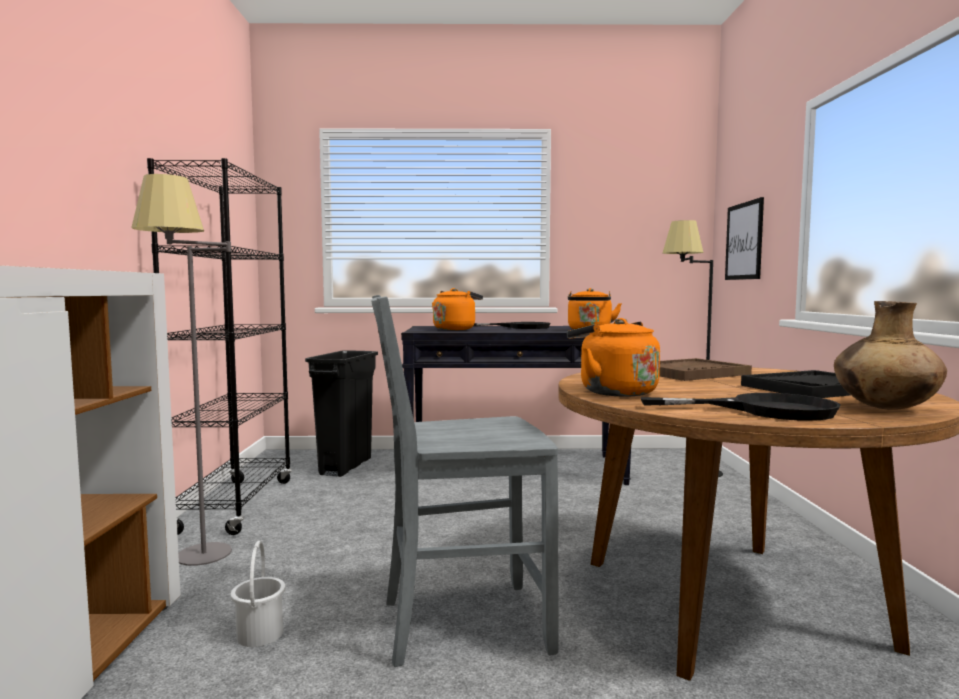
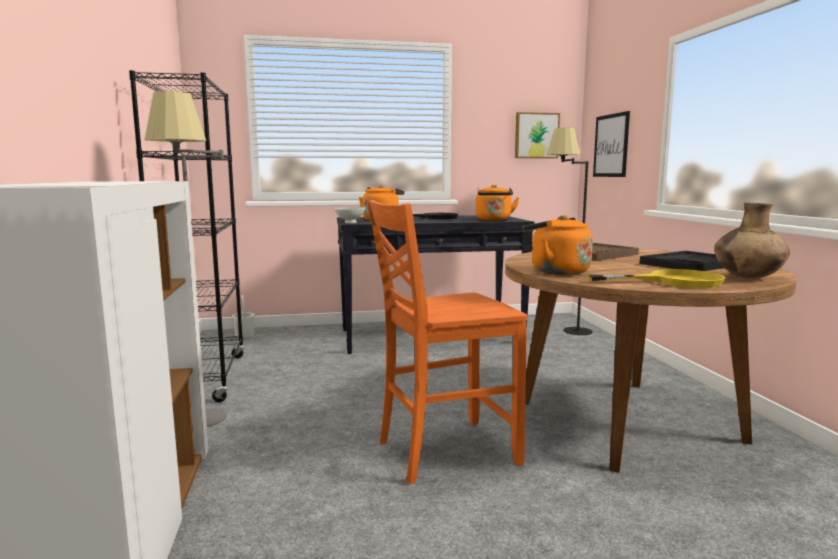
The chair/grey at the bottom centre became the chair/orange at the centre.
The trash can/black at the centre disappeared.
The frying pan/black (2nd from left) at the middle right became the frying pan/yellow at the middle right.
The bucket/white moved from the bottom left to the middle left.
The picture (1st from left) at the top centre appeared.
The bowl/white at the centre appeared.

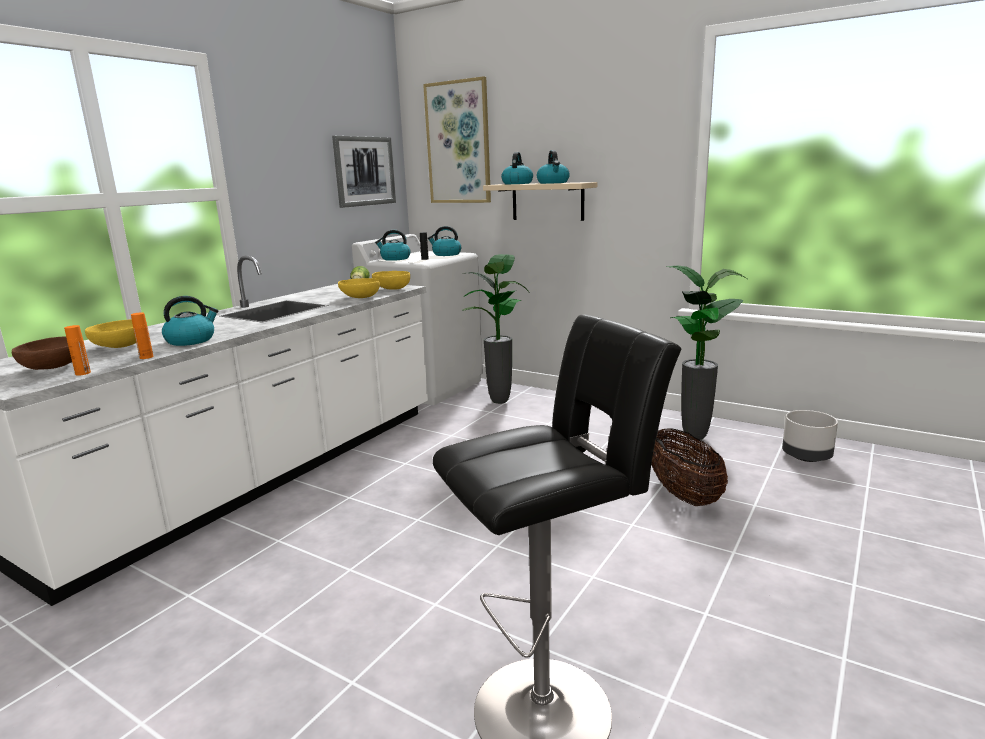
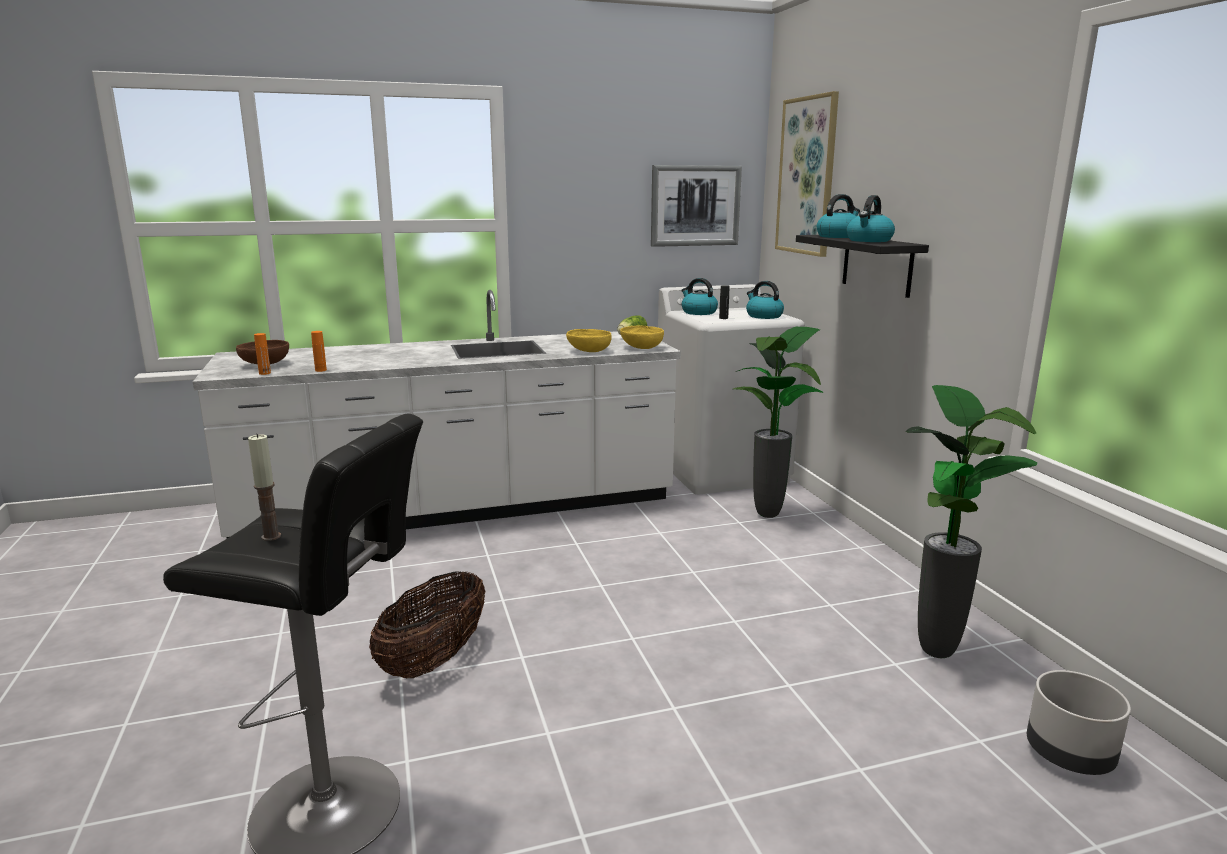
The shelf/beige at the top centre became the shelf/black at the top right.
The kettle (1st from left) at the middle left disappeared.
The bowl/yellow (1st from left) at the middle left disappeared.
The basket moved from the middle right to the bottom centre.
The candle at the middle left appeared.

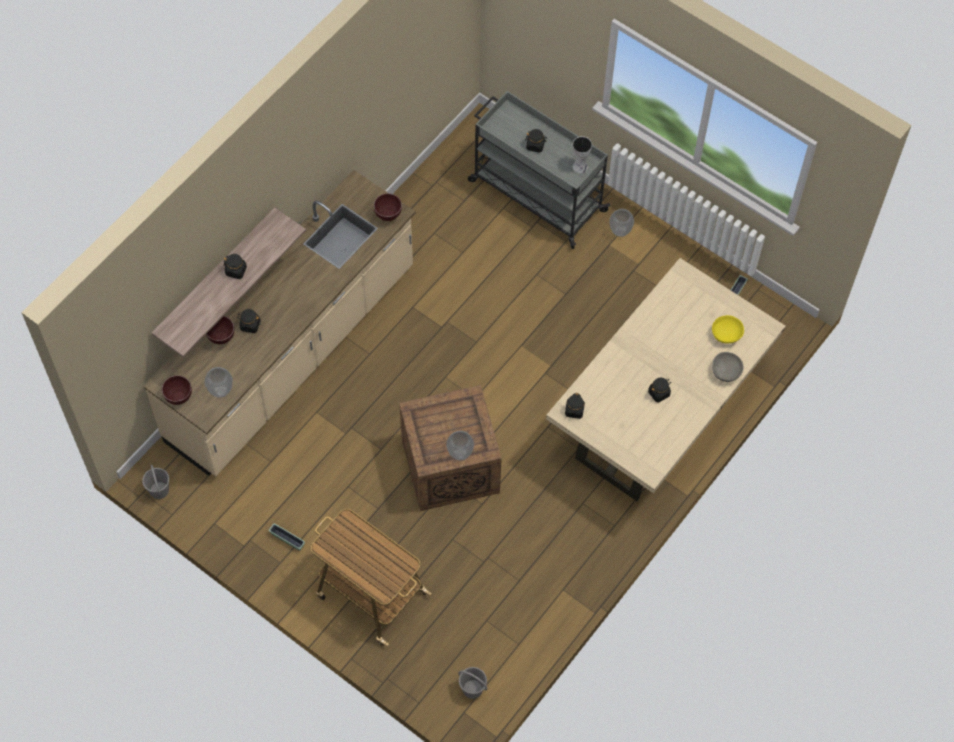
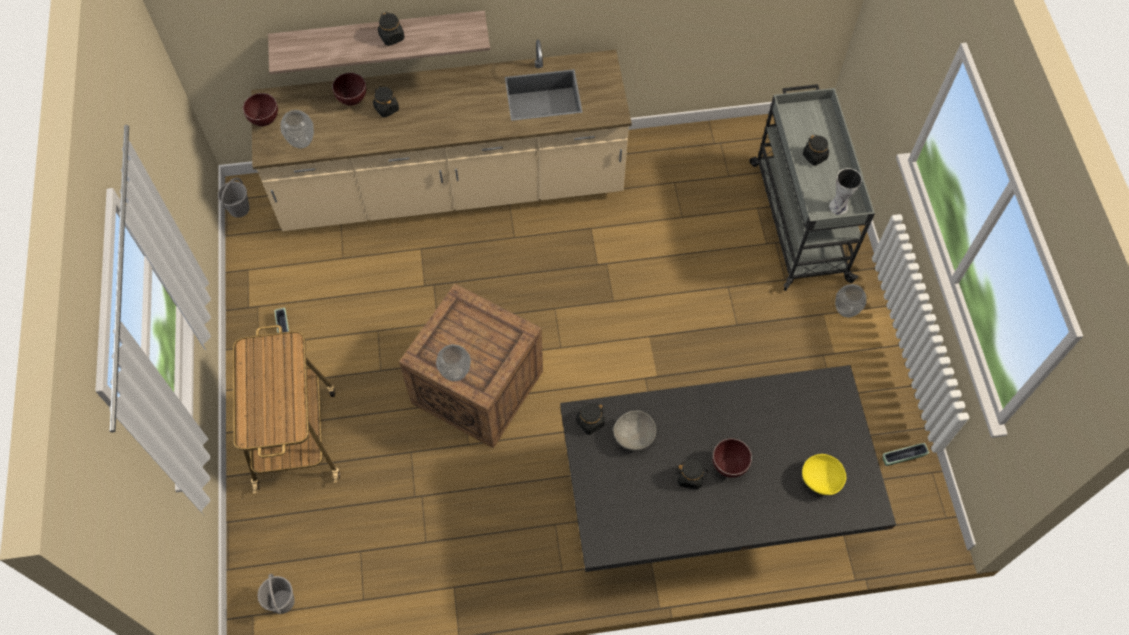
The bowl/brown (3rd from left) moved from the top centre to the bottom centre.
The dining table/beige at the middle right became the dining table/black at the bottom centre.
The bowl/grey moved from the middle right to the bottom centre.

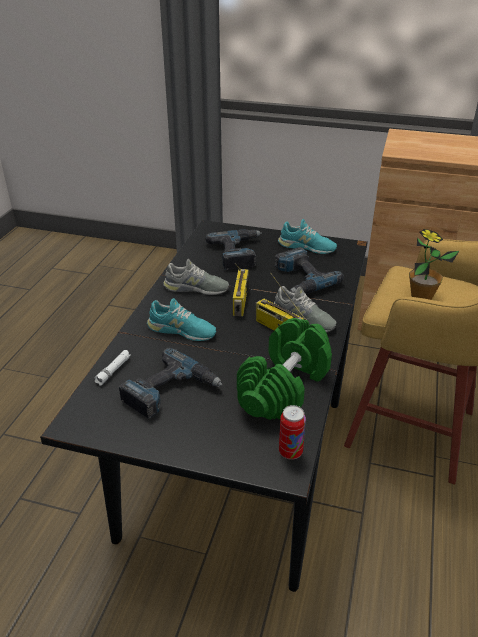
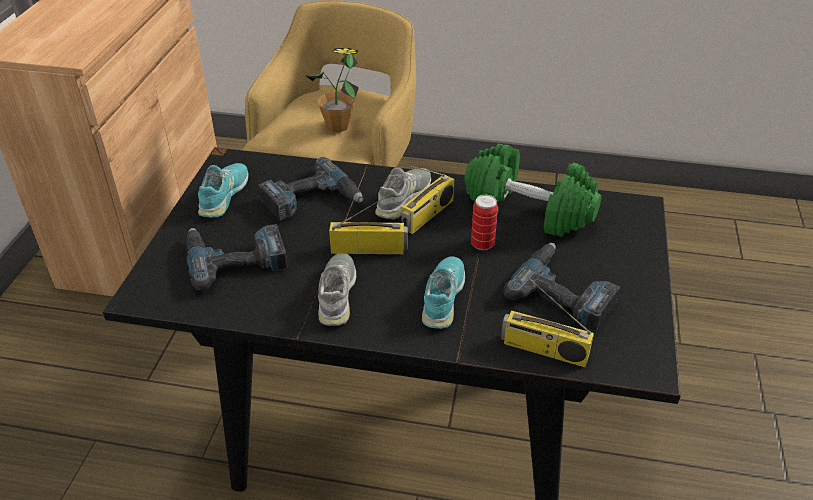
The flashlight/white at the middle left was replaced by the radio (3rd from left) at the middle right.
The can moved from the bottom centre to the centre.

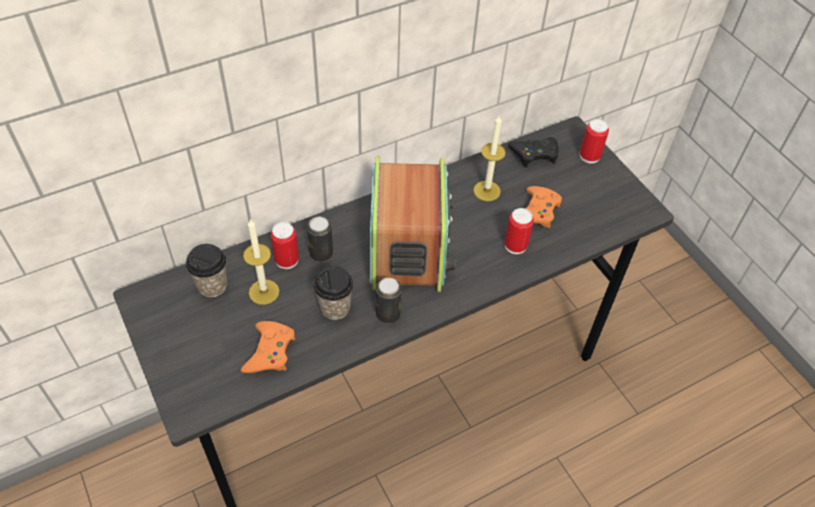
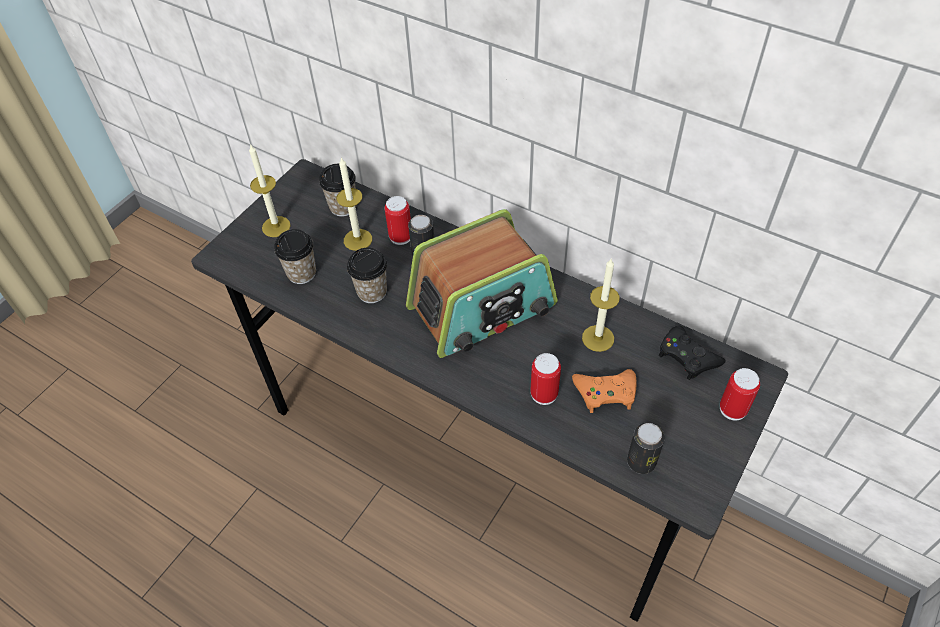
The can (3rd from left in the first image) moved from the centre to the bottom right.
The game controller/orange (1st from left) at the bottom left was replaced by the cup (1st from left) at the middle left.
The candle (1st from left) at the top left appeared.

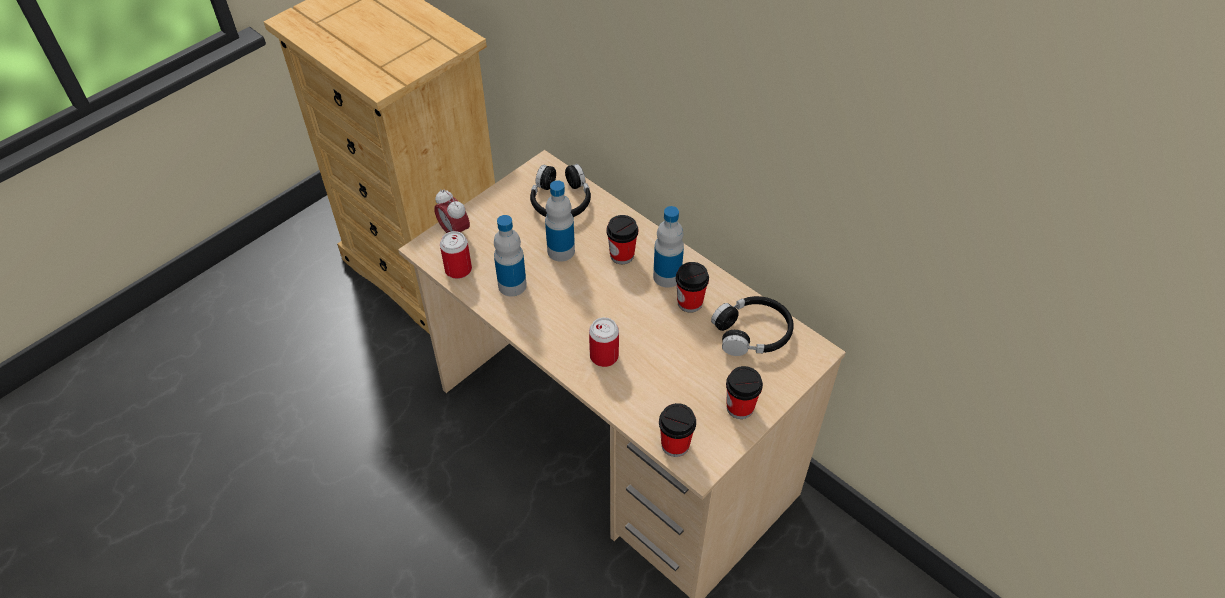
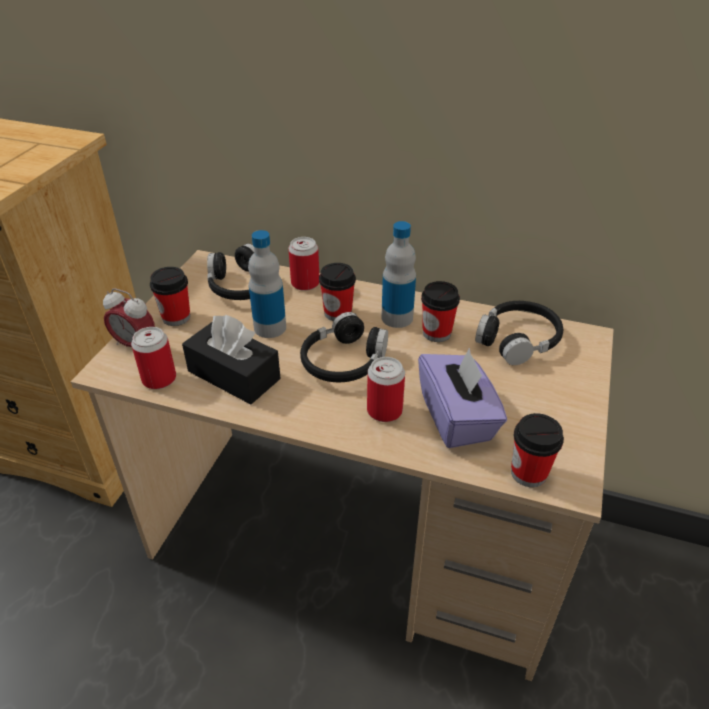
The bottle (1st from left) at the centre was replaced by the tissue box/black at the middle left.
The cup (4th from left in the first image) moved from the centre to the middle left.
The can (2nd from left) at the centre appeared.
The headphones/black (2nd from left) at the centre appeared.
The tissue box/purple at the centre appeared.

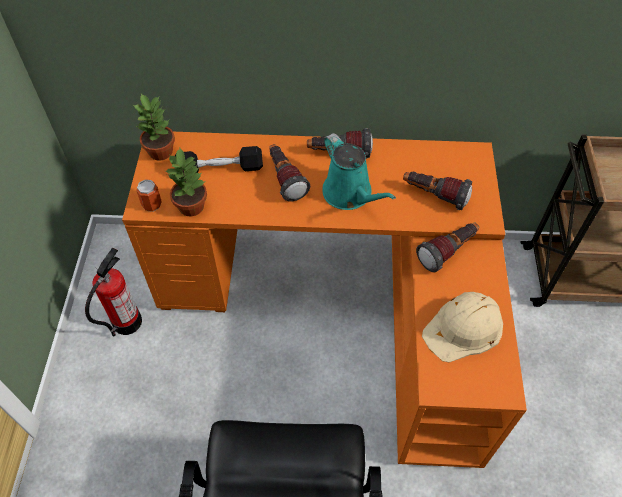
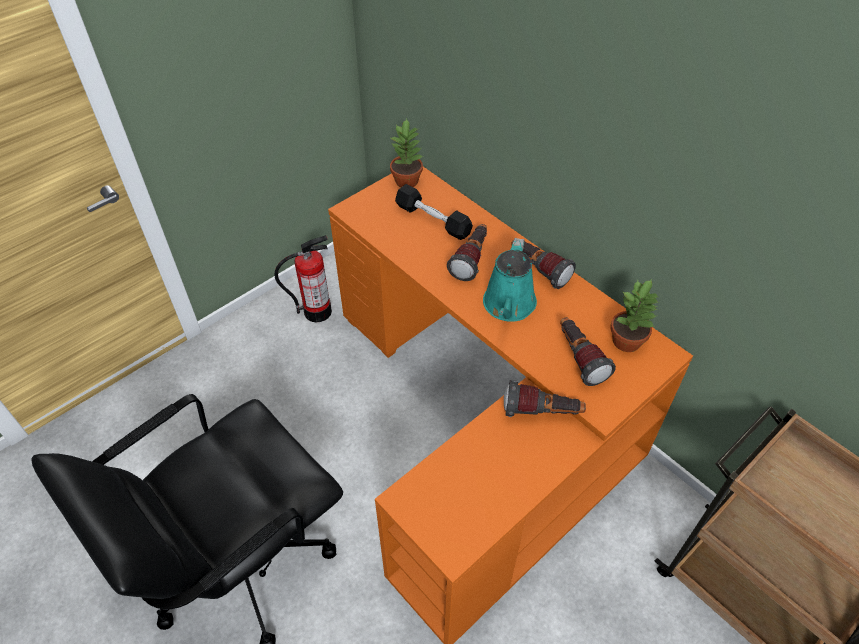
The potted plant (2nd from left) moved from the middle left to the middle right.
The can at the middle left disappeared.
The hard hat/beige at the middle right disappeared.

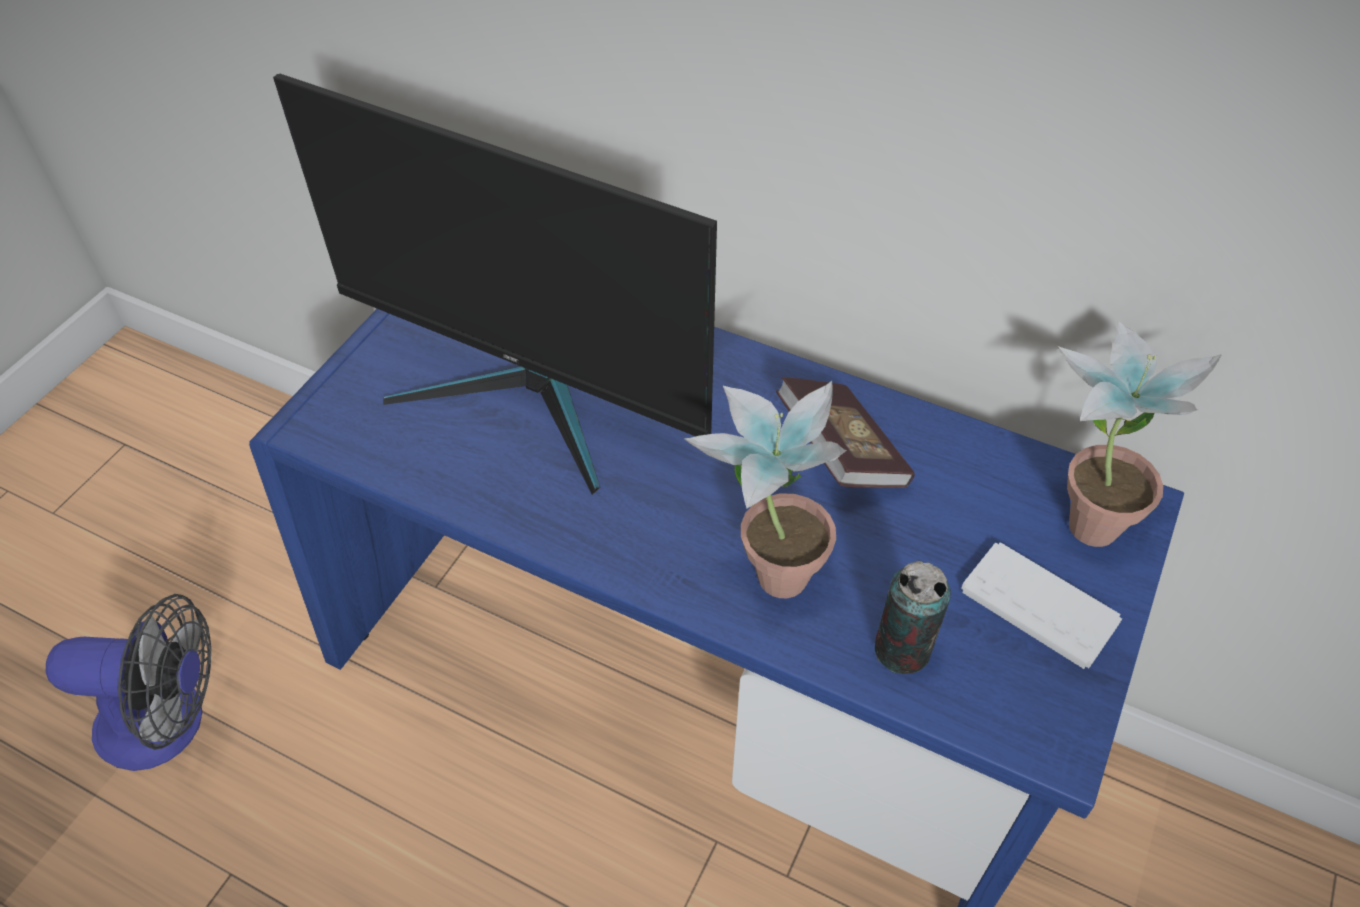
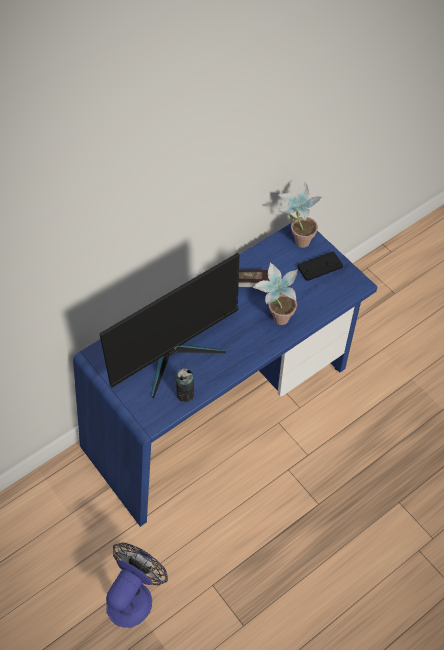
The game controller/white at the bottom right became the game controller/black at the middle right.
The can moved from the bottom right to the centre.

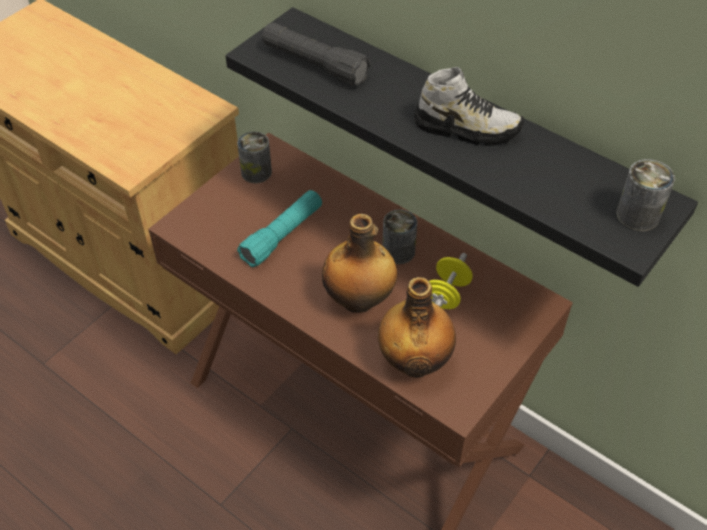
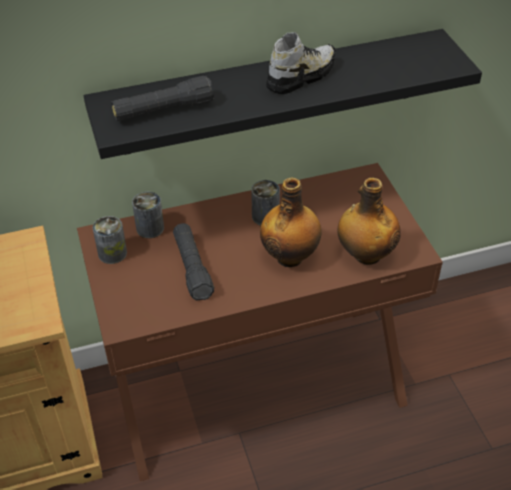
The can (3rd from left in the first image) moved from the middle right to the middle left.
The flashlight/turquoise at the centre became the flashlight/black (2nd from left) at the centre.
The dumbbell/yellow at the centre disappeared.

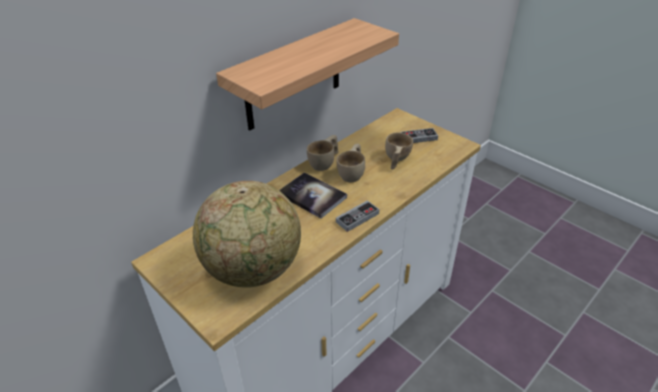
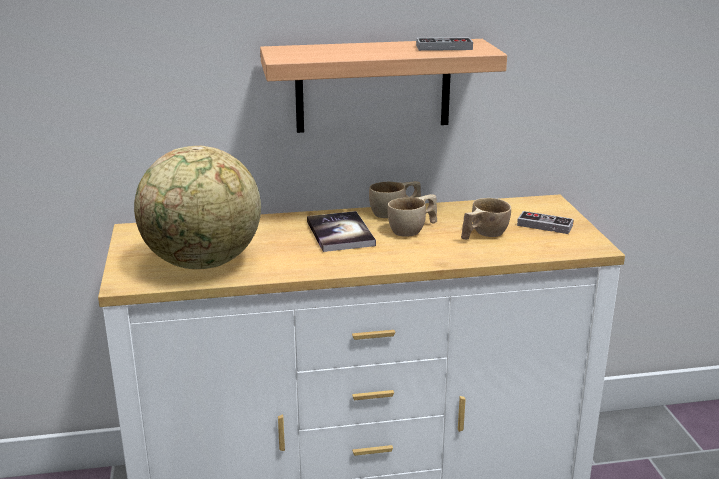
The game controller (1st from left) moved from the centre to the top centre.

